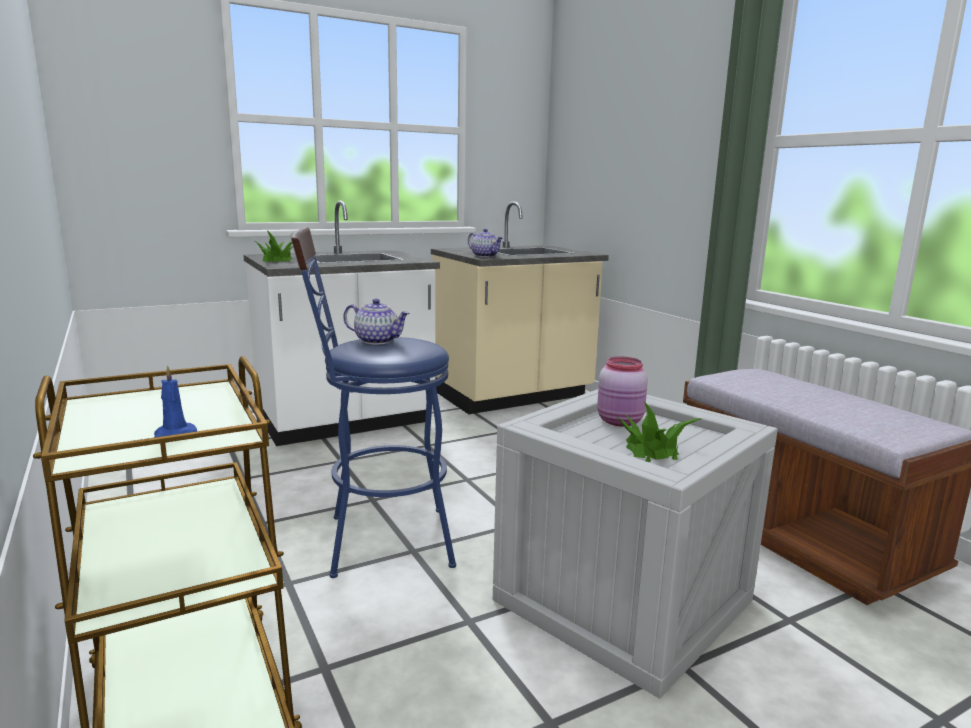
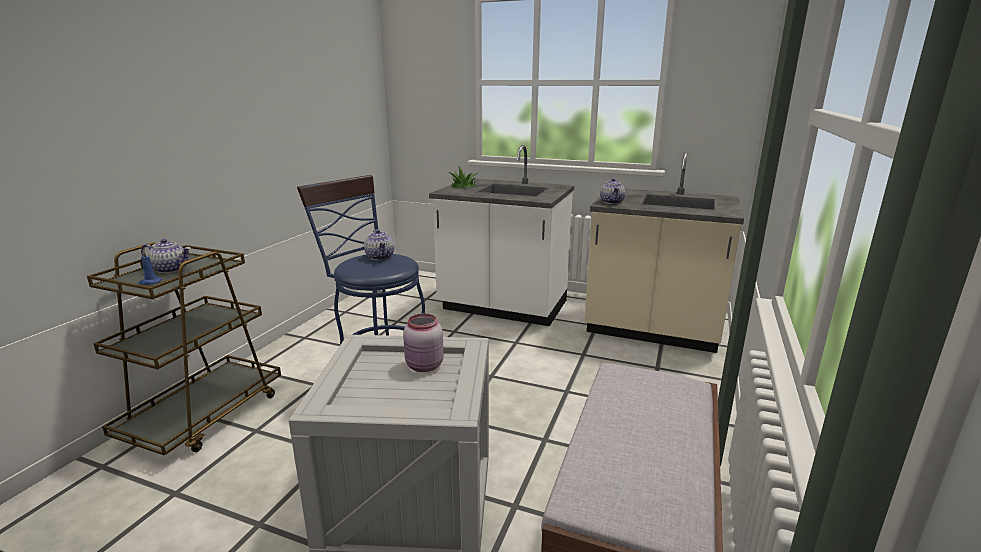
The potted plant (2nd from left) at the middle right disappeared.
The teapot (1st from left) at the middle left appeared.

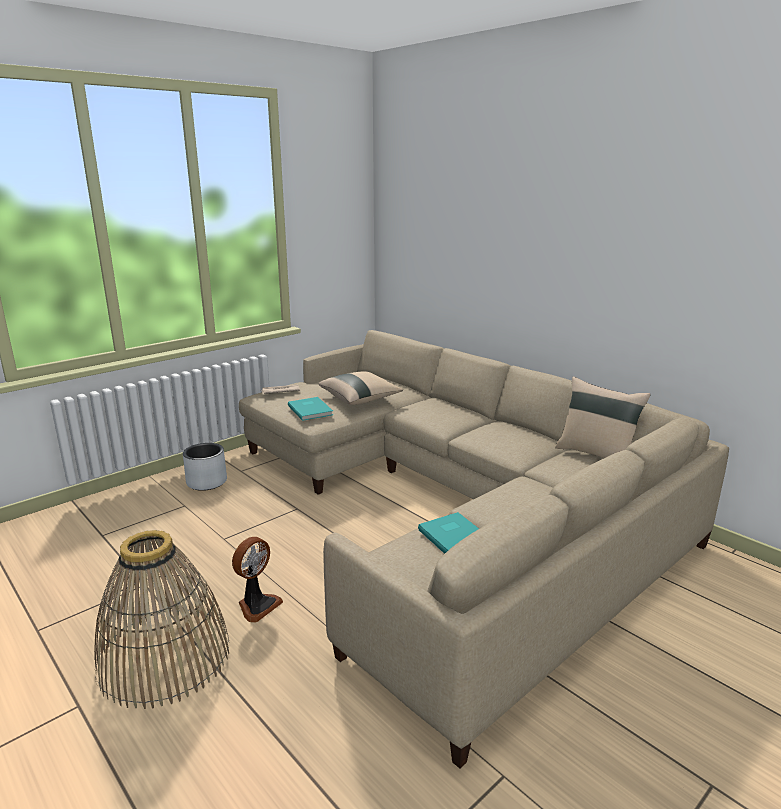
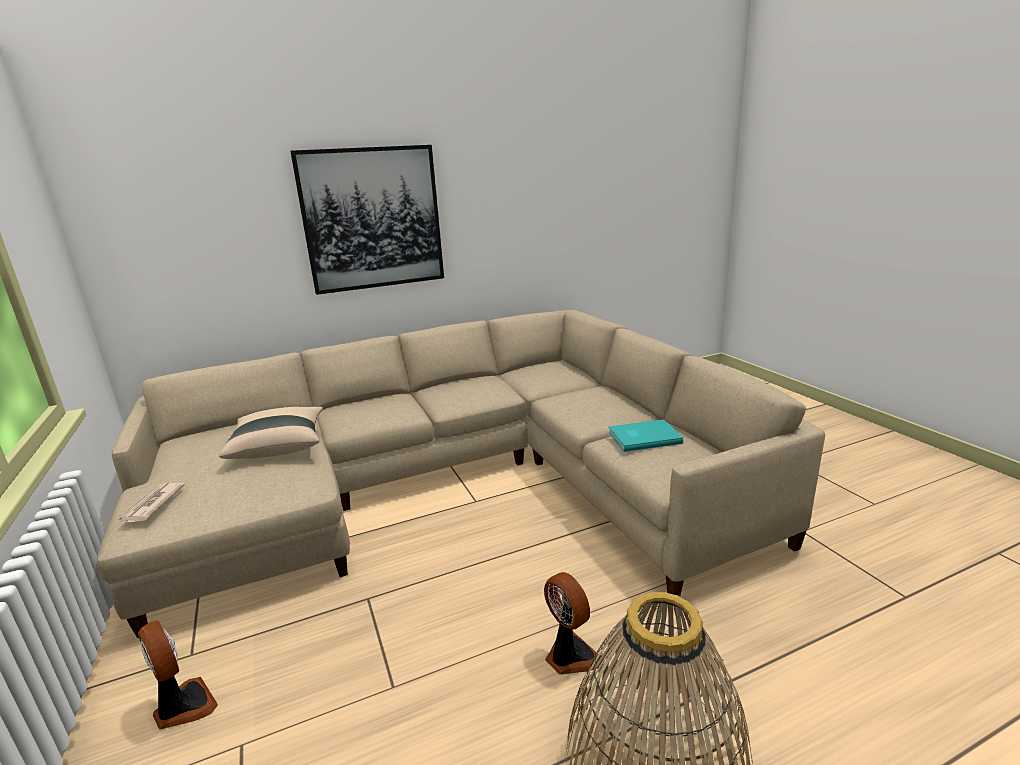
The pillow/beige (2nd from left) at the middle right disappeared.
The book/turquoise (1st from left) at the centre disappeared.
The planter/grey at the middle left was replaced by the fan (1st from left) at the bottom left.
The picture at the top centre appeared.

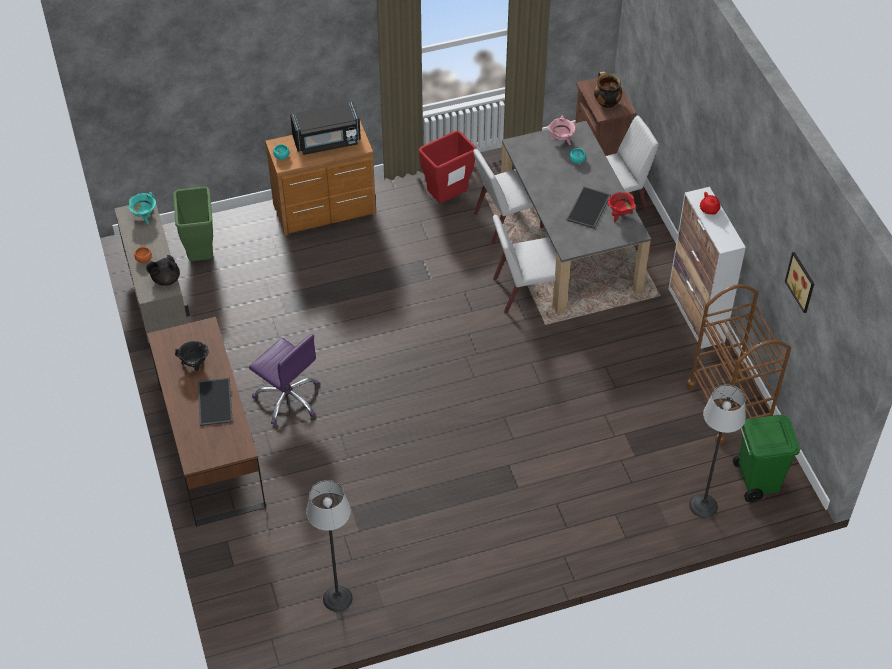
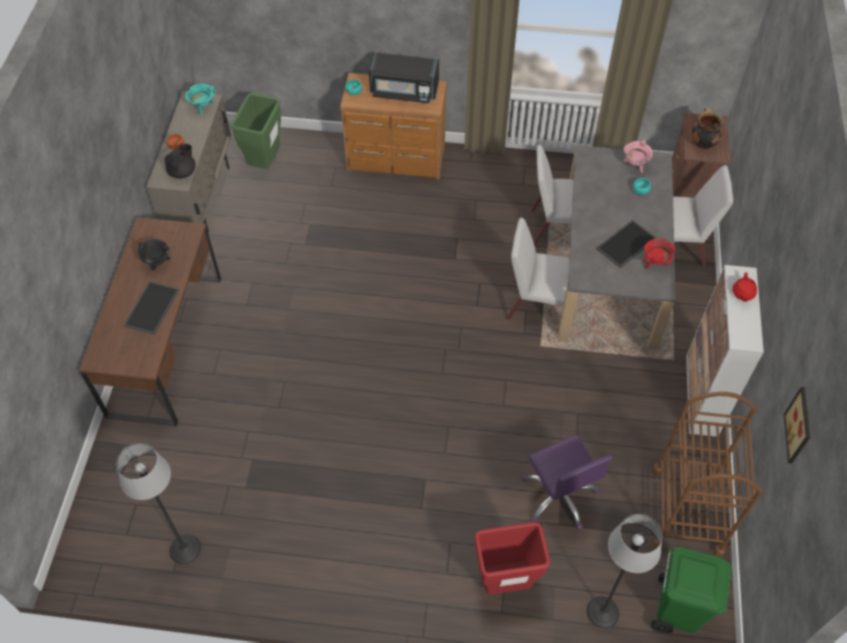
The trash can/red moved from the top centre to the bottom centre.
The teapot/black at the middle left turned 135 degrees clockwise.
The office chair/purple moved from the middle left to the bottom right.

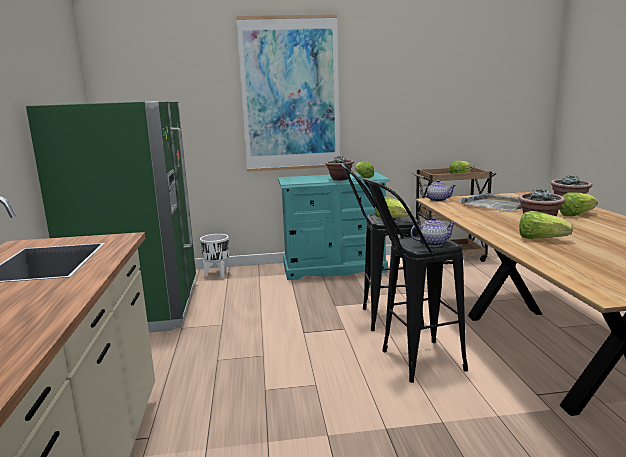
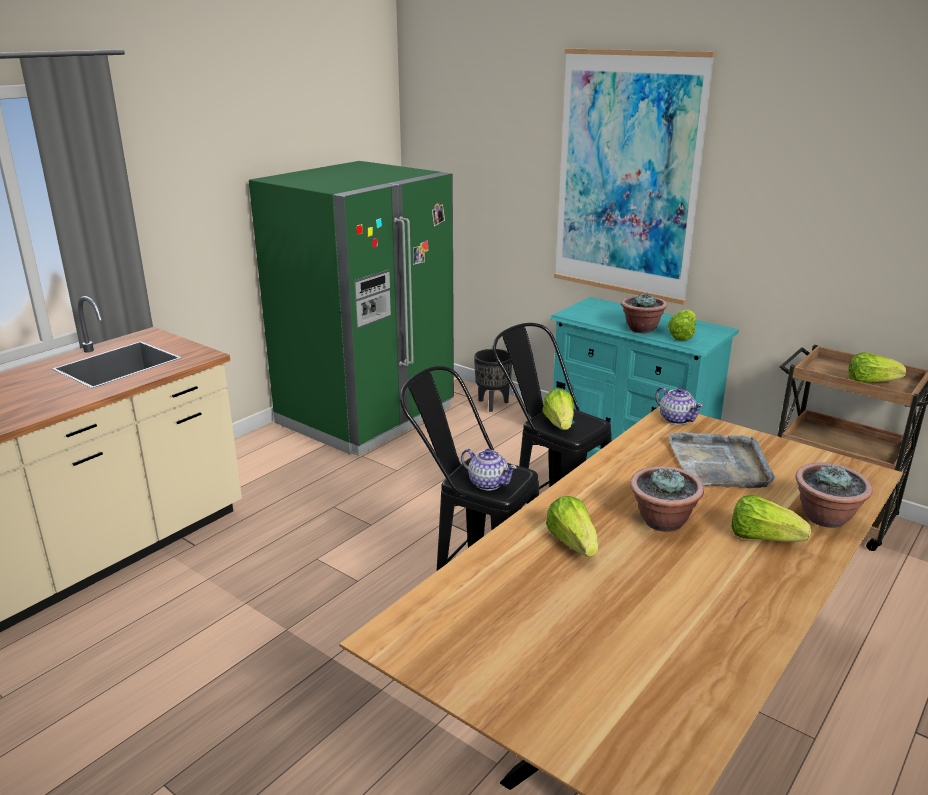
The planter/white at the centre became the planter/black at the centre.

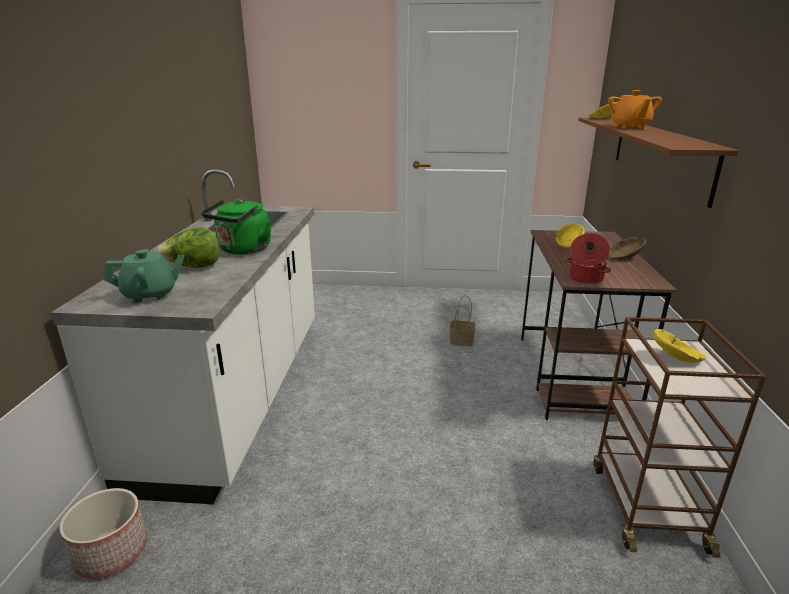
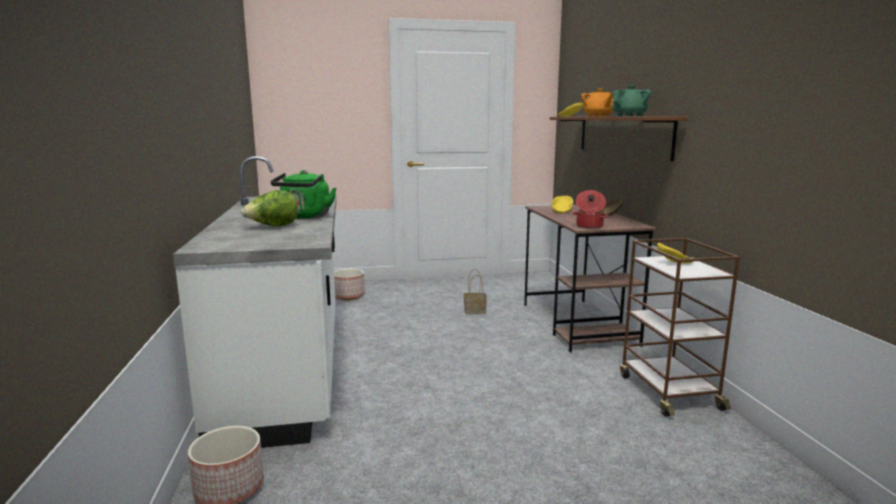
The teapot/green moved from the middle left to the top right.
The planter (2nd from left) at the centre appeared.

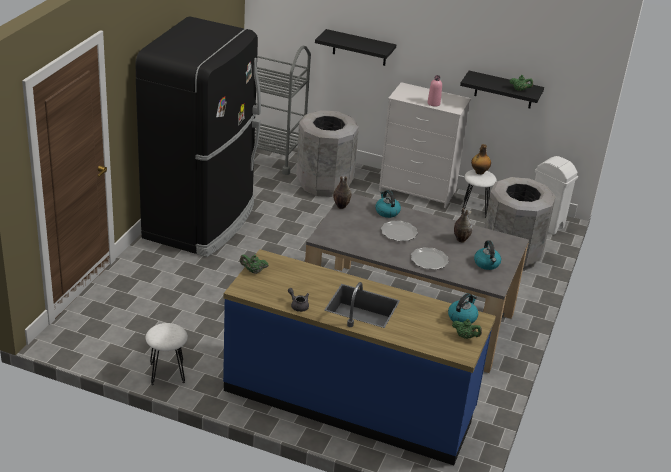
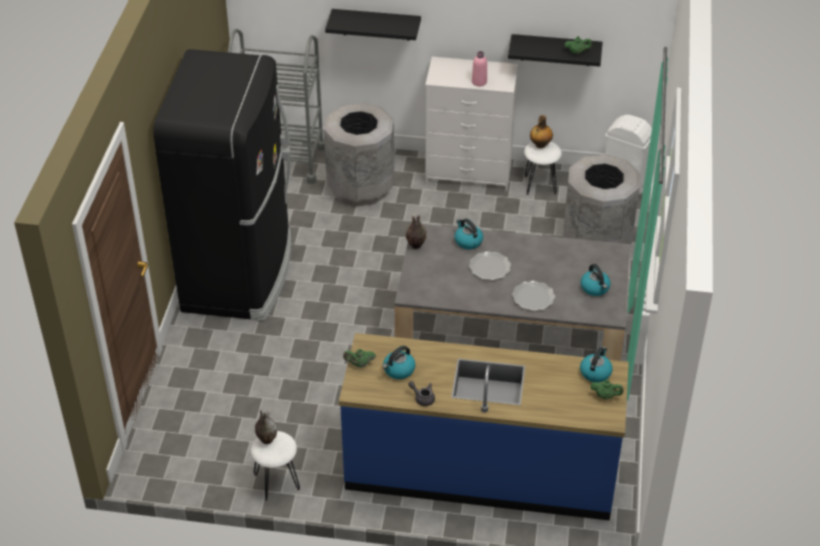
The vase (2nd from left in the first image) moved from the middle right to the bottom left.
The kettle (1st from left) at the centre appeared.

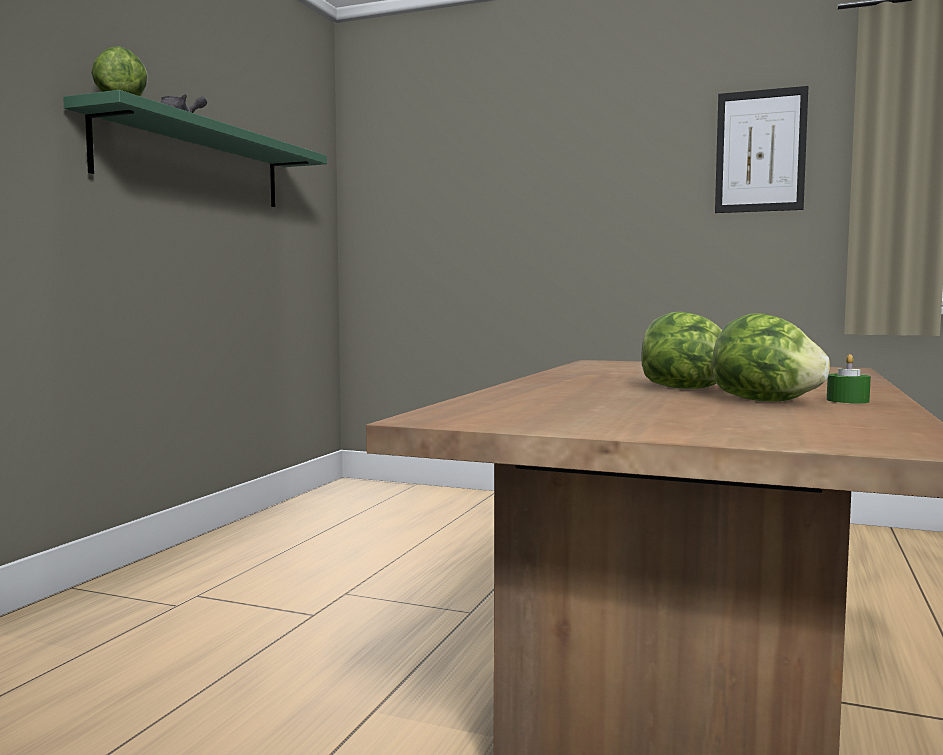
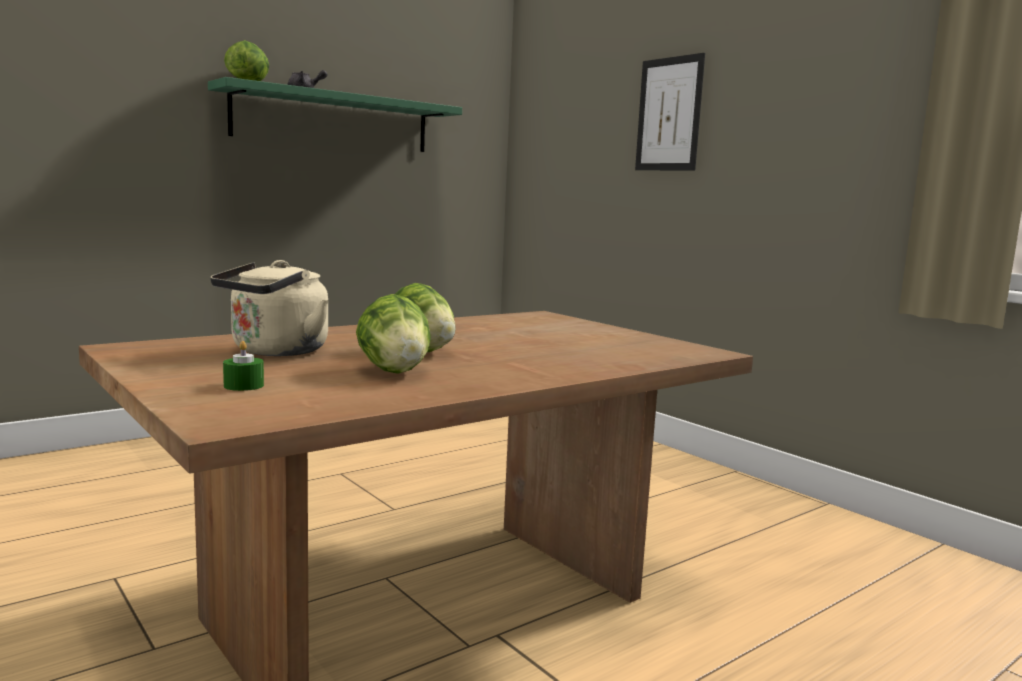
The picture moved from the top right to the top centre.
The candle/green moved from the middle right to the middle left.
The kettle/beige at the middle left appeared.

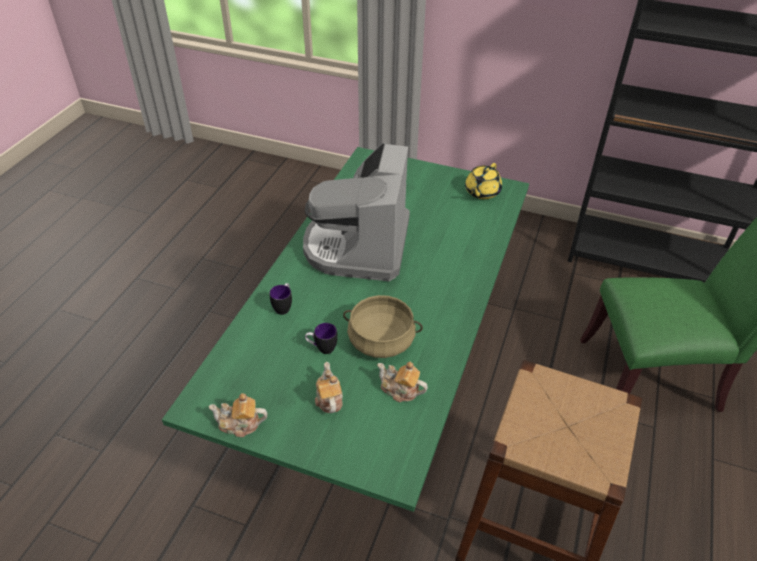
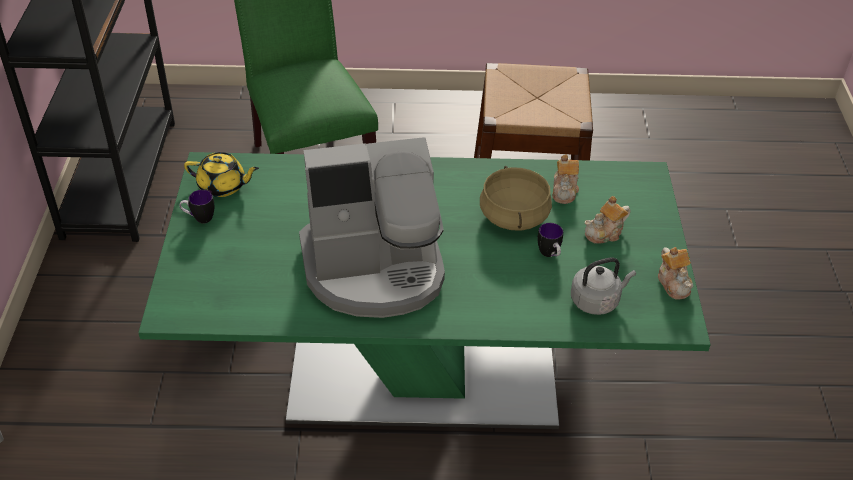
The mug (1st from left) moved from the centre to the middle left.
The kettle/grey at the middle right appeared.

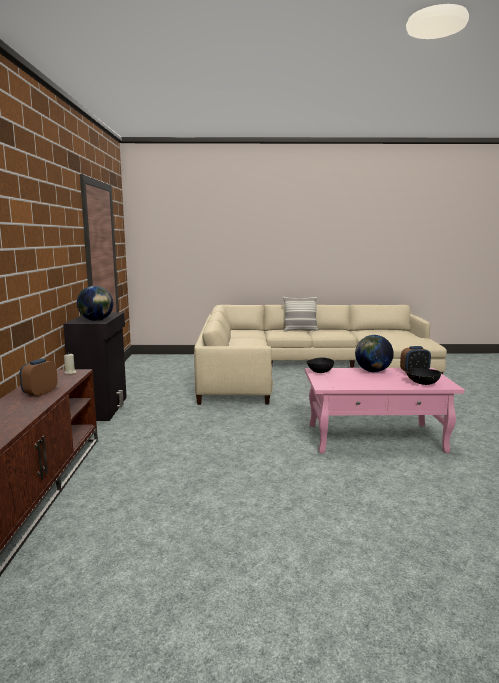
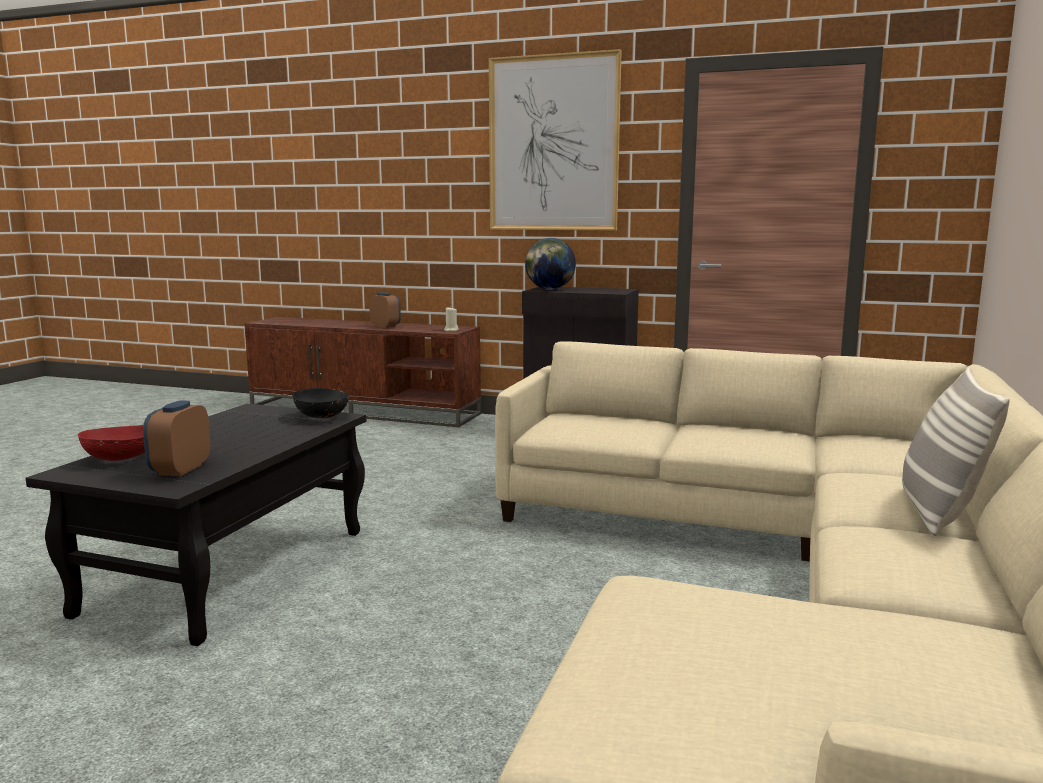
The globe (2nd from left) at the middle right disappeared.
The coffee table/pink at the middle right became the coffee table/black at the bottom left.
The bowl/black (2nd from left) at the middle right became the bowl/red at the middle left.
The picture at the top centre appeared.

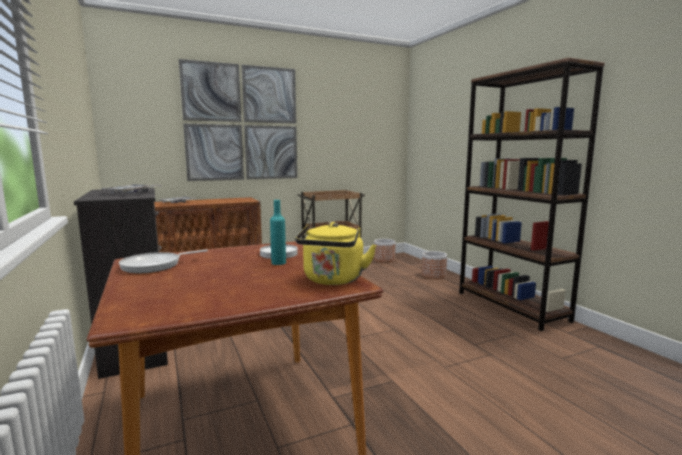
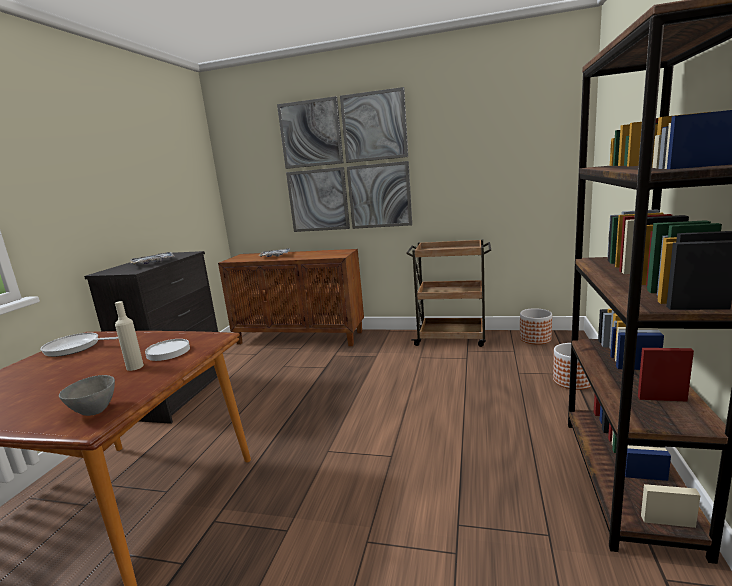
The bottle/turquoise at the centre became the bottle/beige at the middle left.
The kettle/yellow at the centre was replaced by the bowl/grey at the bottom left.

